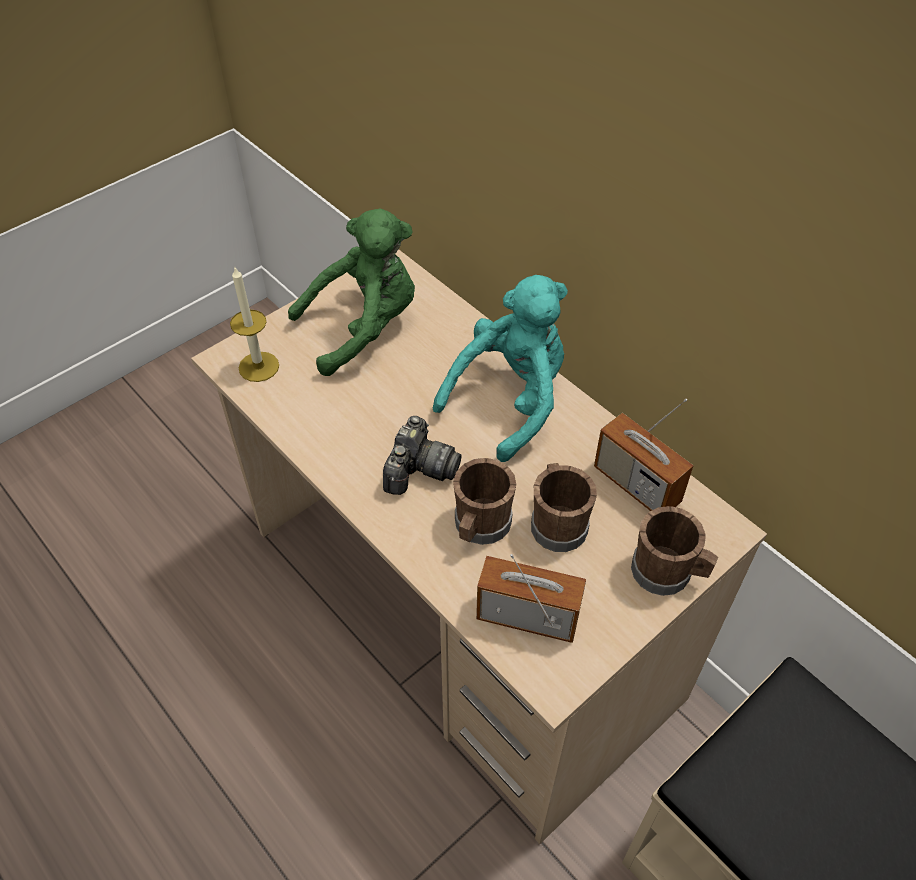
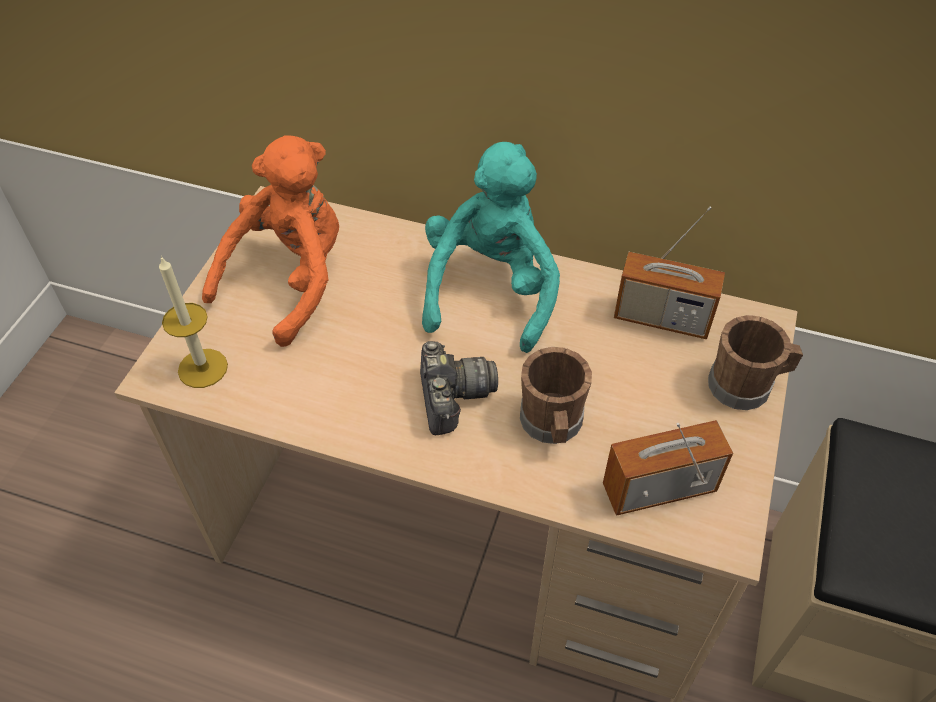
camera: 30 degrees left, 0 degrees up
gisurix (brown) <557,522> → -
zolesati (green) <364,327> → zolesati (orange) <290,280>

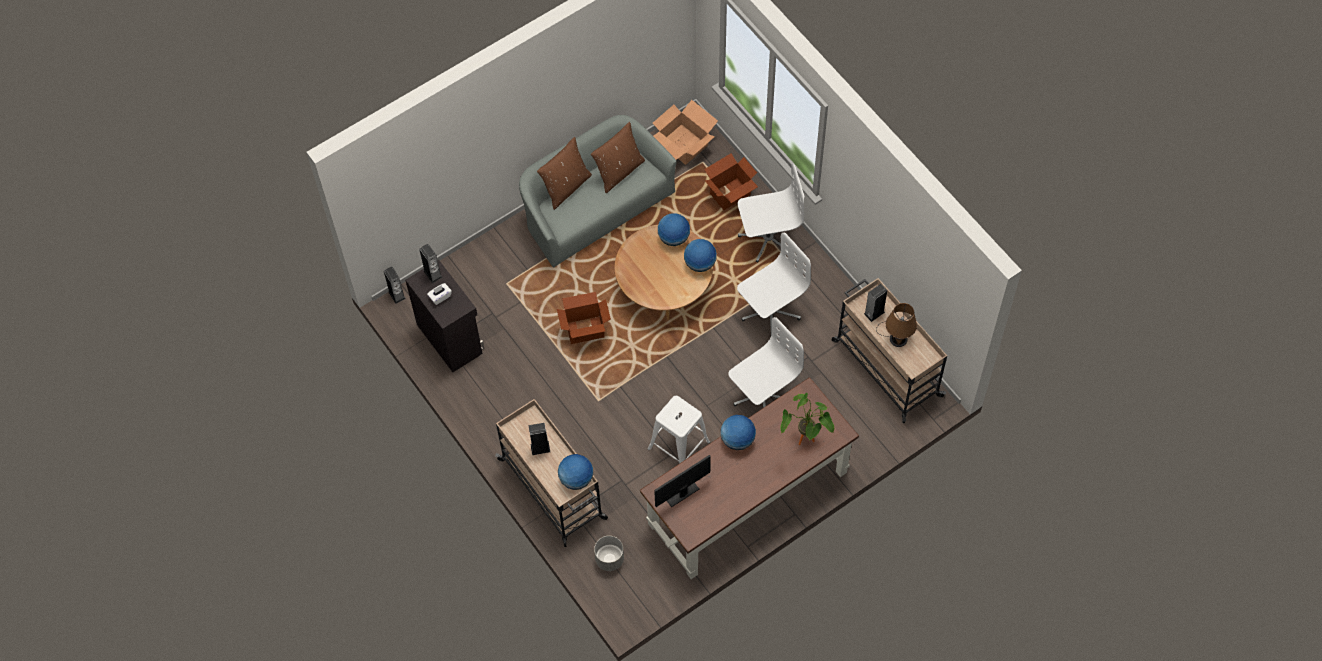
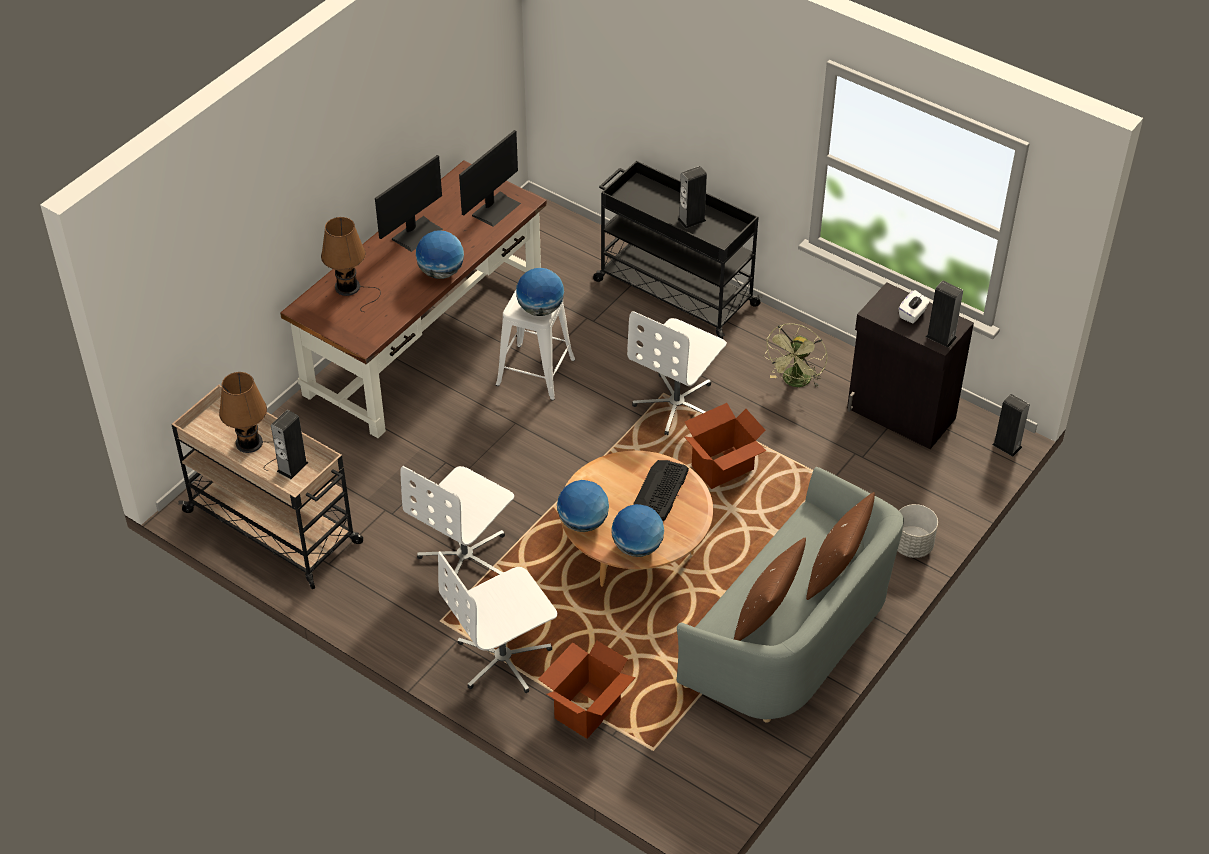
camera: 160 degrees right, 15 degrees down
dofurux <683,144> → -
- → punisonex <416,233>
- → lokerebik <660,491>
- → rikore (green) <795,382>
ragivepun <576,479> → ragivepun <540,309>, shifted
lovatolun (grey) <609,559> → lovatolun (grey) <912,546>, shifted
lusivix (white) <762,395> → lusivix (white) <677,404>, shifted
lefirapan <805,443> → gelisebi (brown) <350,288>
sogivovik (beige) <553,490> → sogivovik (black) <674,292>

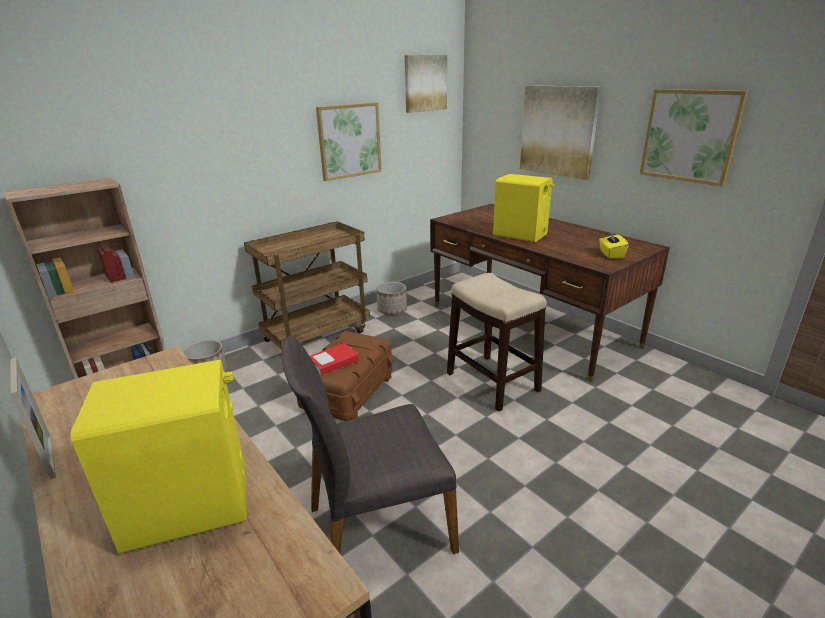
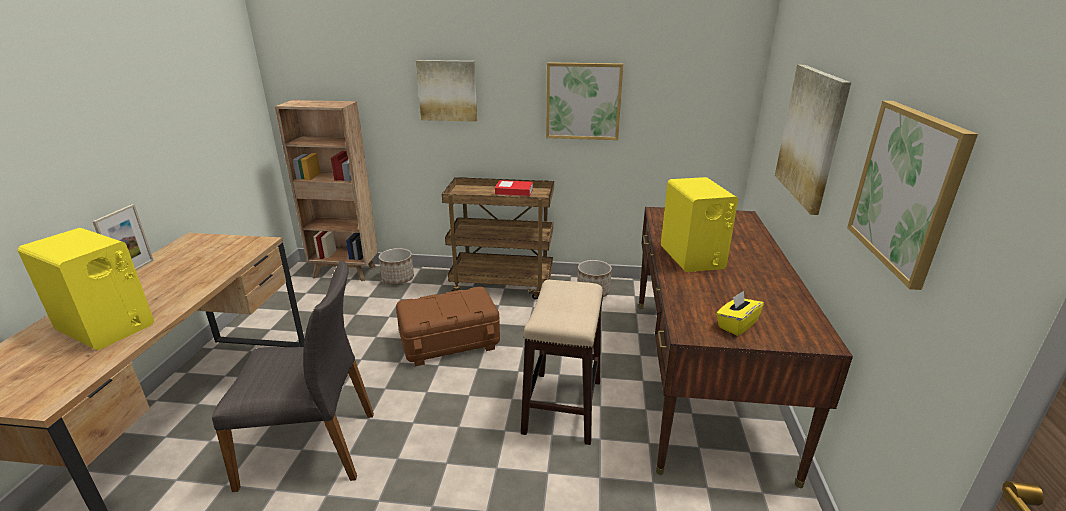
camera: 45 degrees right, 0 degrees up
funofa <333,363> → funofa <514,192>, shifted
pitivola <425,83> → pitivola <447,90>, shifted
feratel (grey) <378,527> → feratel (grey) <311,447>, 150 degrees clockwise

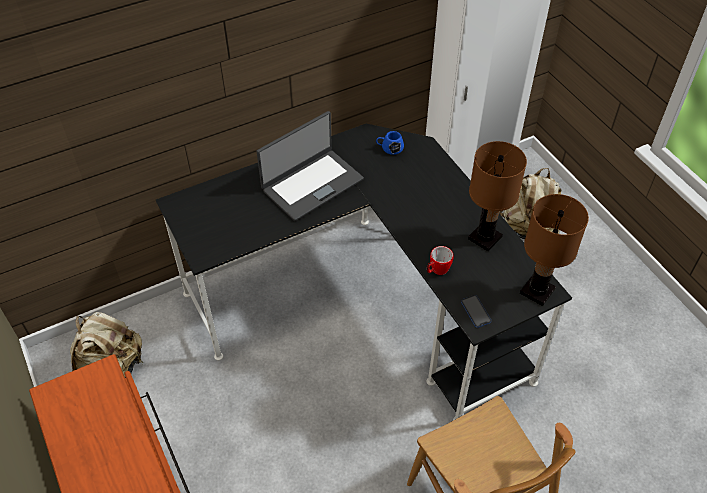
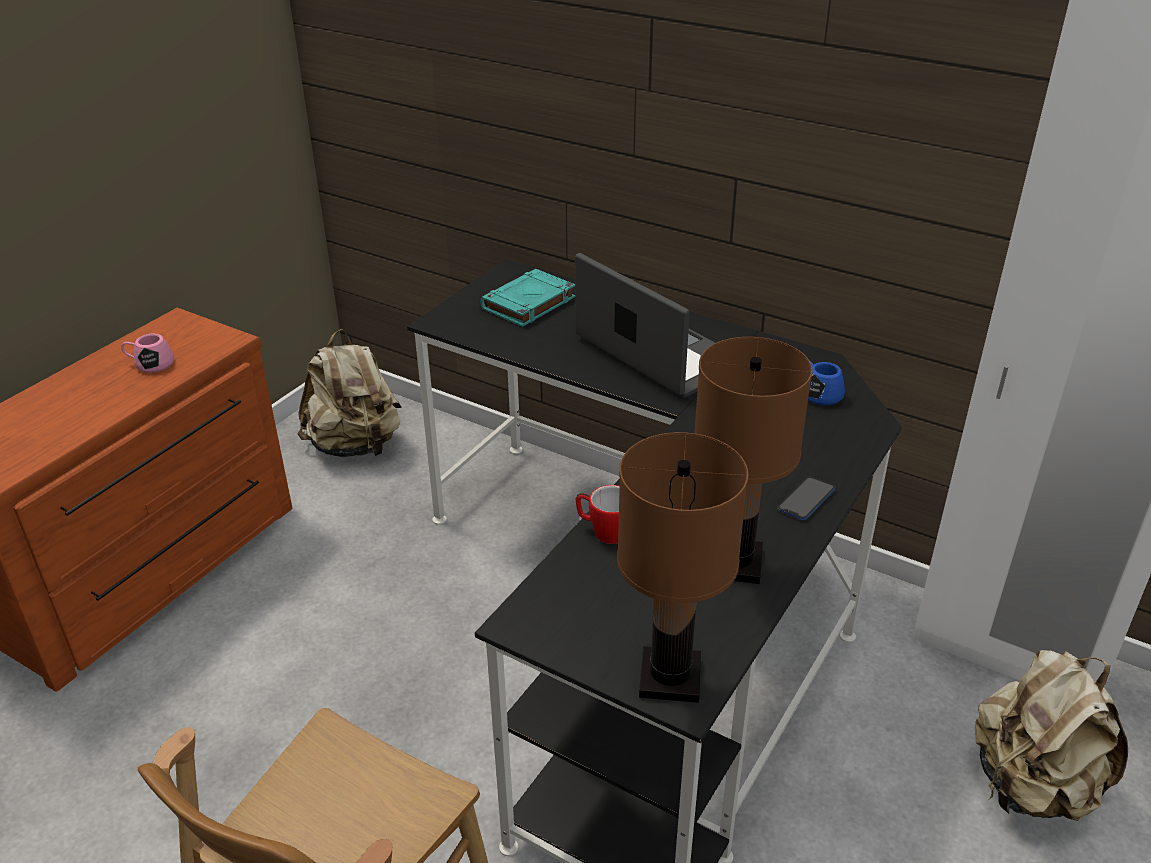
camera: 60 degrees right, 15 degrees down
- → gisurix (pink) <150,364>
- → funofa (turquoise) <528,304>
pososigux <475,312> → pososigux <806,500>, shifted
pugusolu <311,184> → pugusolu <658,353>, 150 degrees counterclockwise

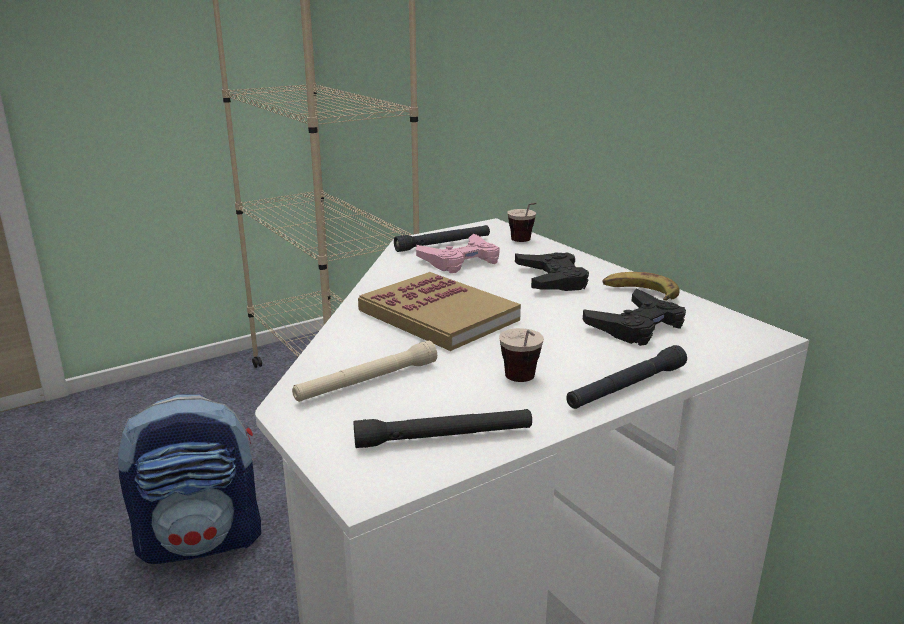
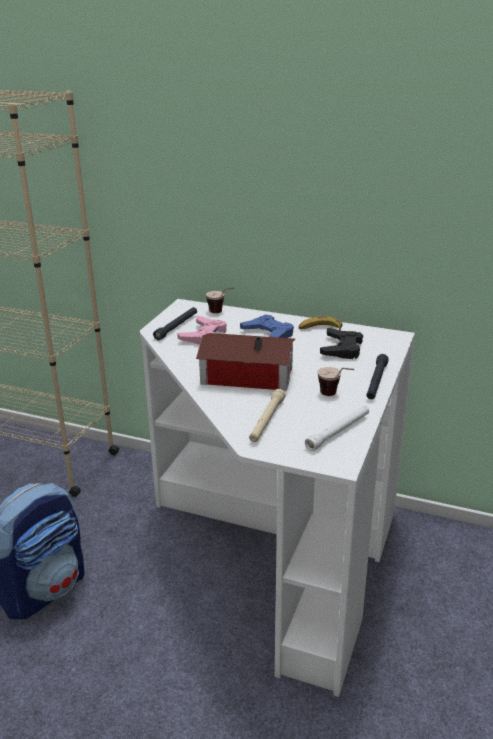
camera: 35 degrees left, 5 degrees up
funofa <438,316> → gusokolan <245,374>
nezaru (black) <444,437> → nezaru (white) <338,432>
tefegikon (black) <551,279> → tefegikon (blue) <268,333>

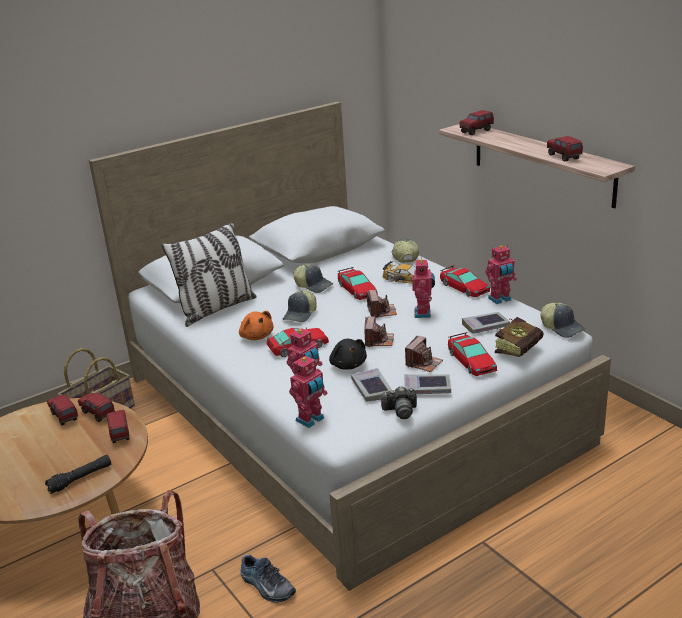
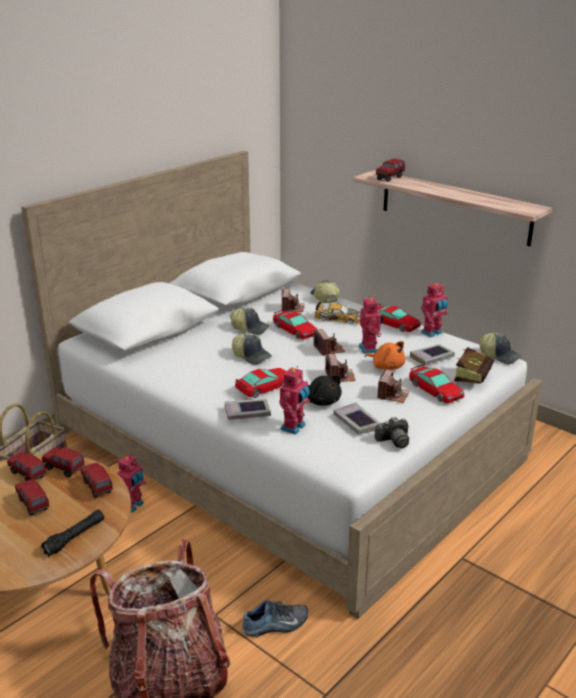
camera: 15 degrees left, 0 degrees up
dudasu <216,309> → -
- → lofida <292,308>
zolesati (orange) <256,336> → zolesati (orange) <386,367>, shifted
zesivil <311,420> → zesivil <133,505>, shifted
funofa <427,388> → funofa <247,413>, shifted
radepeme <563,157> → radepeme <33,505>, shifted
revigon <266,586> → revigon <276,625>, 45 degrees counterclockwise
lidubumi <301,314> → lidubumi <252,356>, 60 degrees counterclockwise

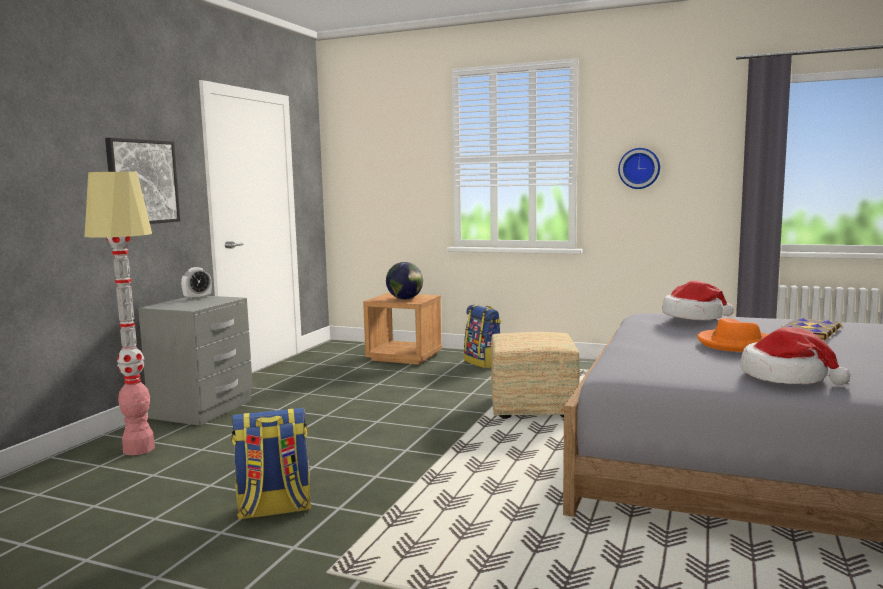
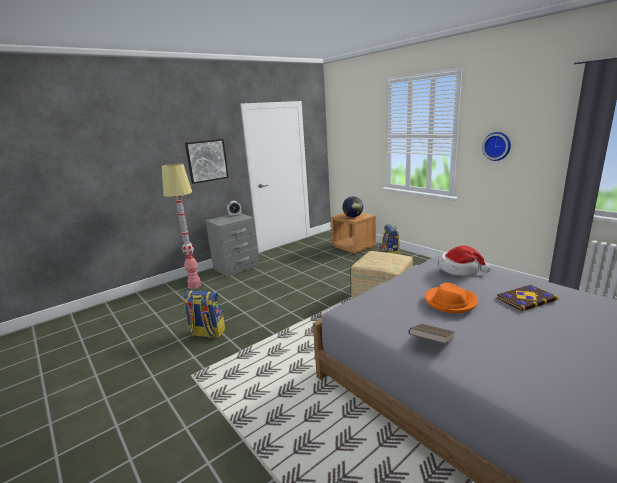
camera: 30 degrees right, 10 degrees up
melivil <786,377> → funofa (brown) <431,343>

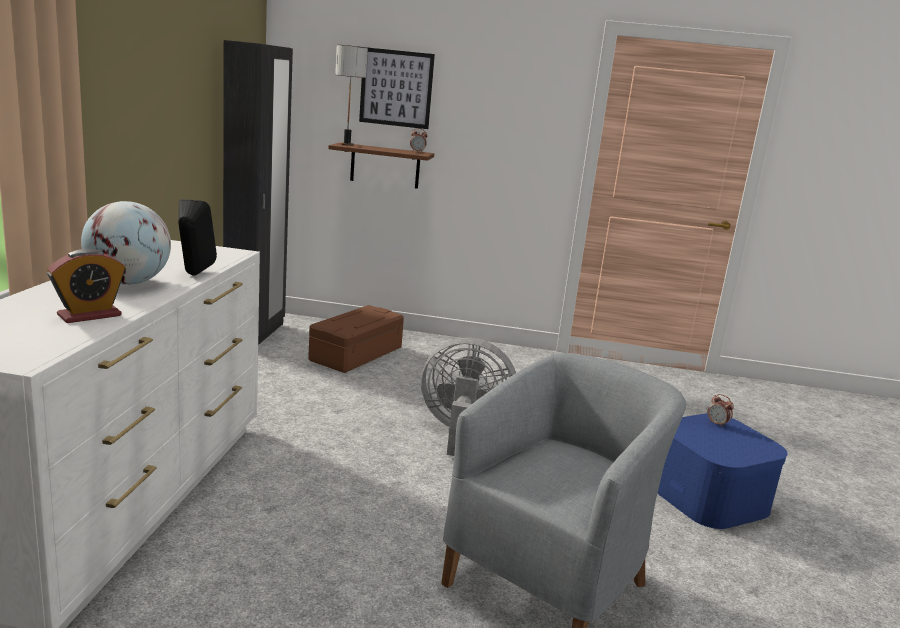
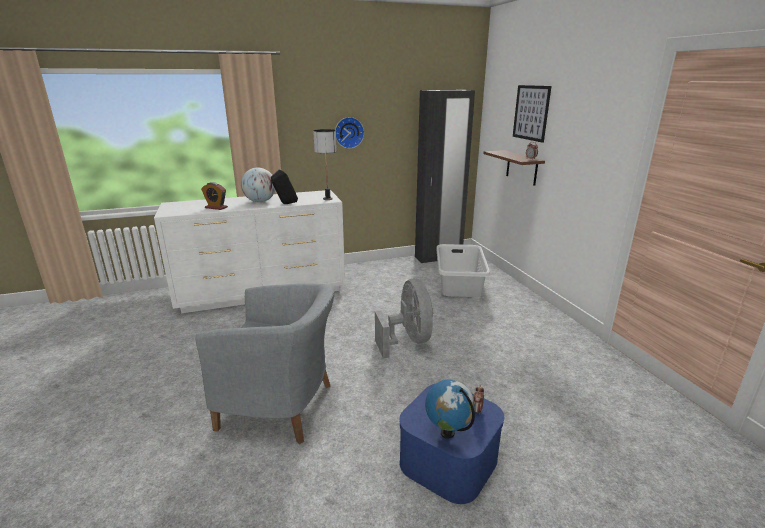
camera: 65 degrees right, 5 degrees up
- → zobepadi <348,132>
- → ragivepun <448,432>
gelisebi <347,144> → gelisebi <327,199>, shifted
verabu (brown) <355,354> → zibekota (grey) <460,283>

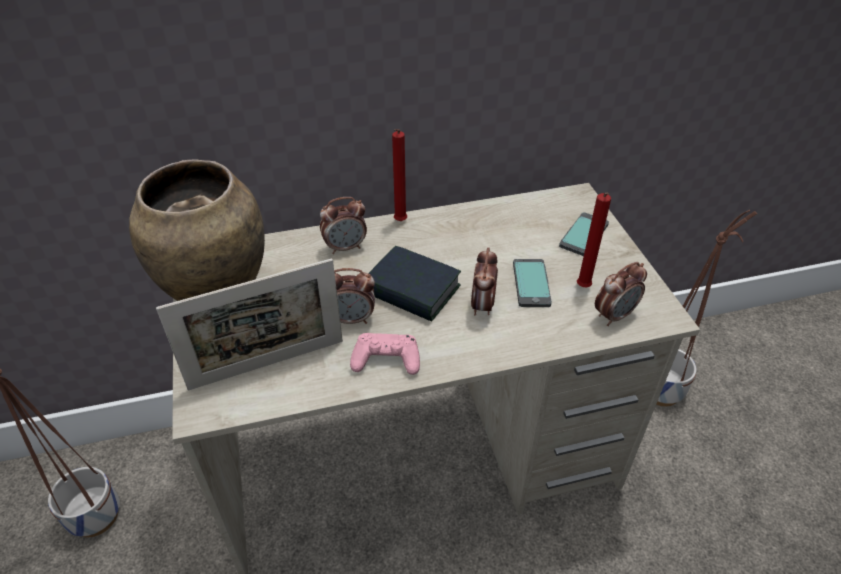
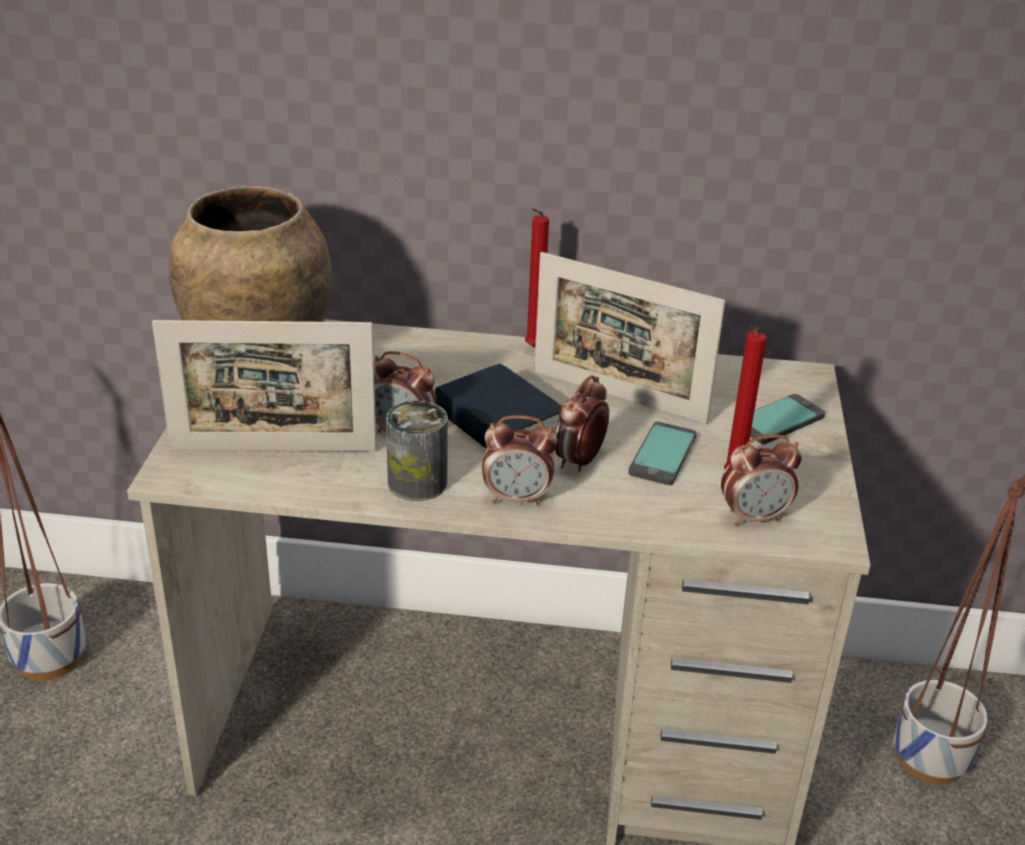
camera: 20 degrees right, 10 degrees down
- → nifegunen <618,397>
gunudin <345,247> → gunudin <517,498>, shifted
tefegikon (pink) <386,359> → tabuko <417,482>

